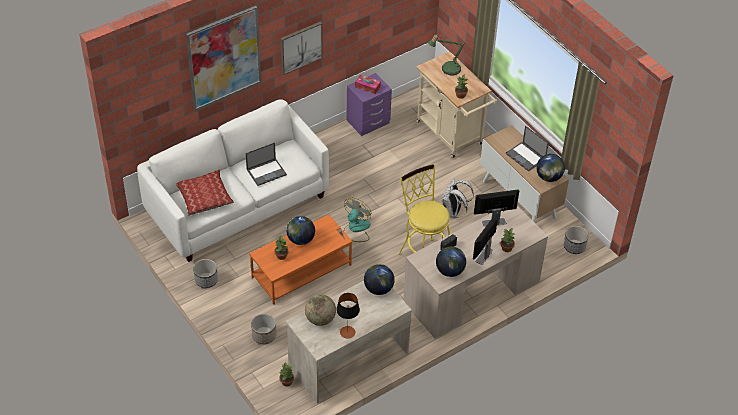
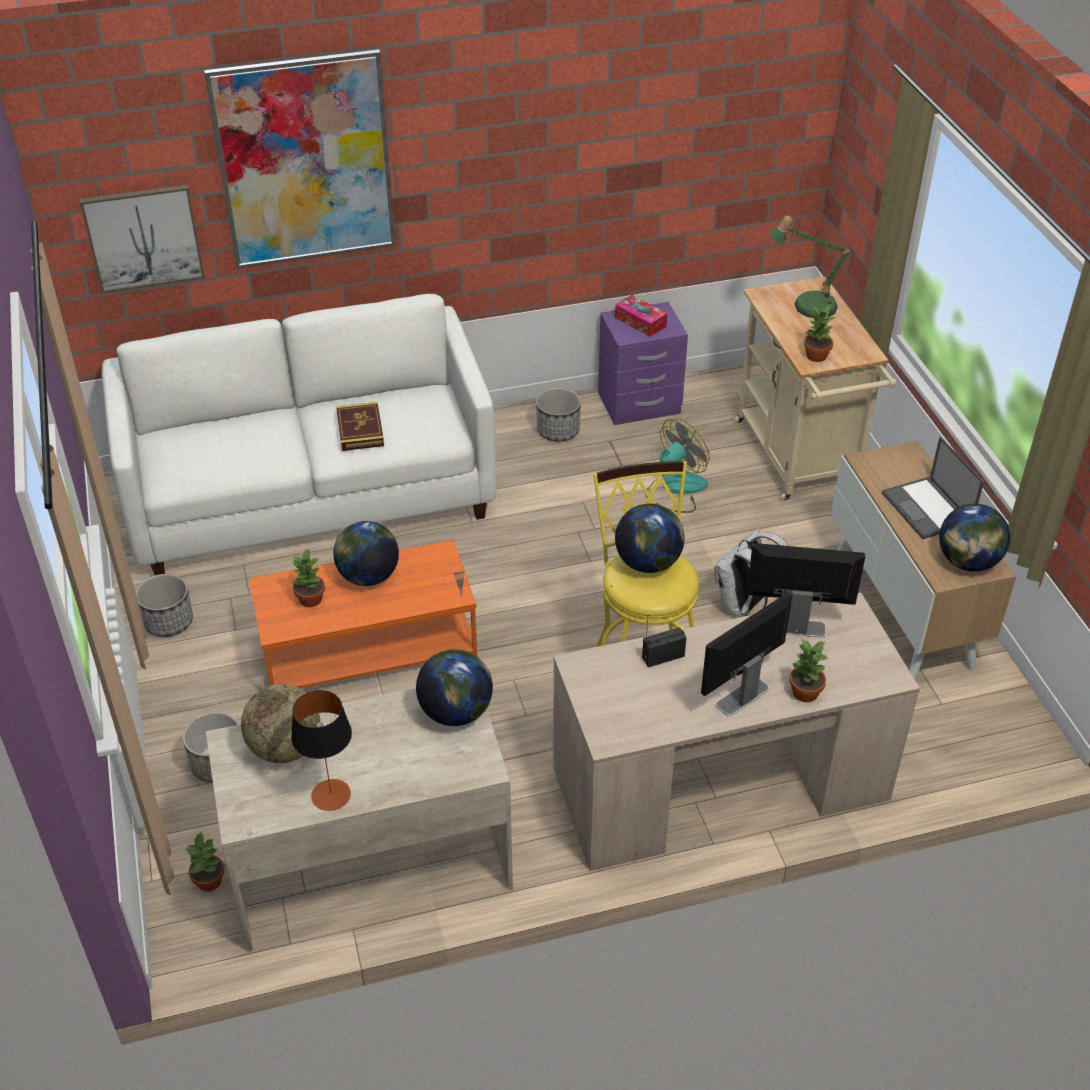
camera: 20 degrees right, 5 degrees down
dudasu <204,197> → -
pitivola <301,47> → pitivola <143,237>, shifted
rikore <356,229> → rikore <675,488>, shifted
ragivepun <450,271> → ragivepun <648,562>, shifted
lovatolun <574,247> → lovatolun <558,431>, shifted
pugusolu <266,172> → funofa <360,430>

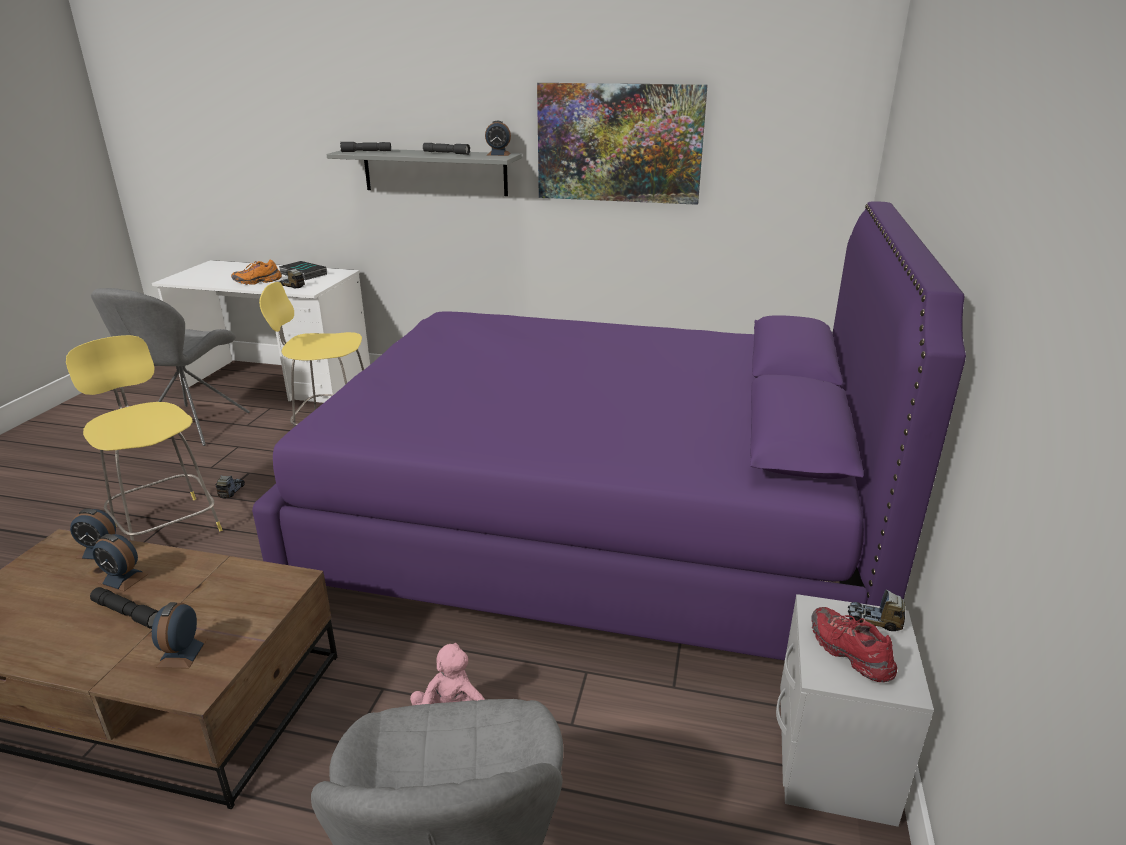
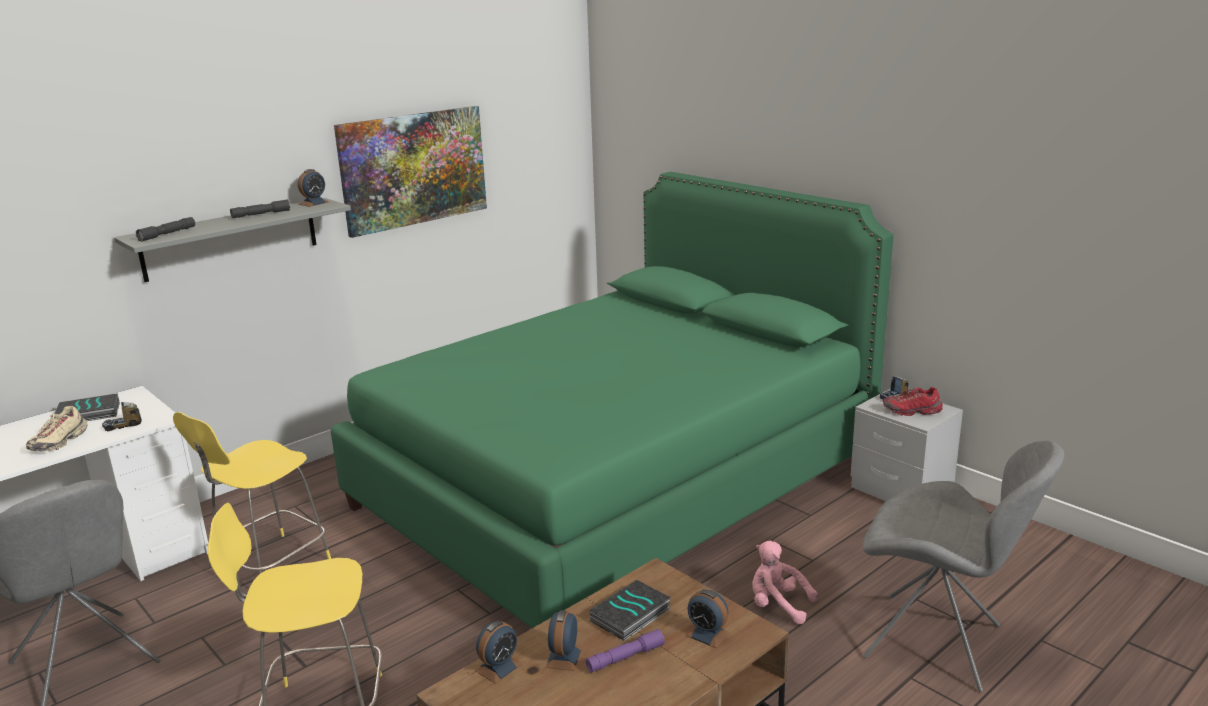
camera: 55 degrees left, 5 degrees down
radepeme <231,491> → -
- → funofa <631,616>
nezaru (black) <127,613> → nezaru (purple) <625,657>
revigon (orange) <258,282> → revigon (beige) <60,442>
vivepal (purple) <593,525> → vivepal (green) <615,484>
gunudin <123,578> → gunudin <564,657>, 135 degrees clockwise

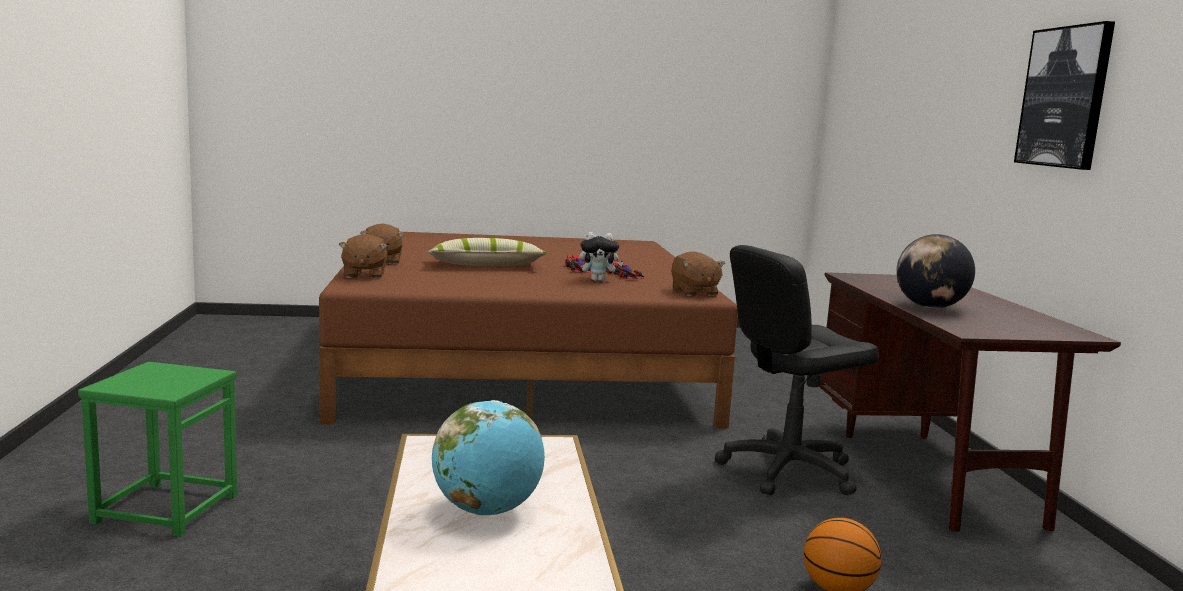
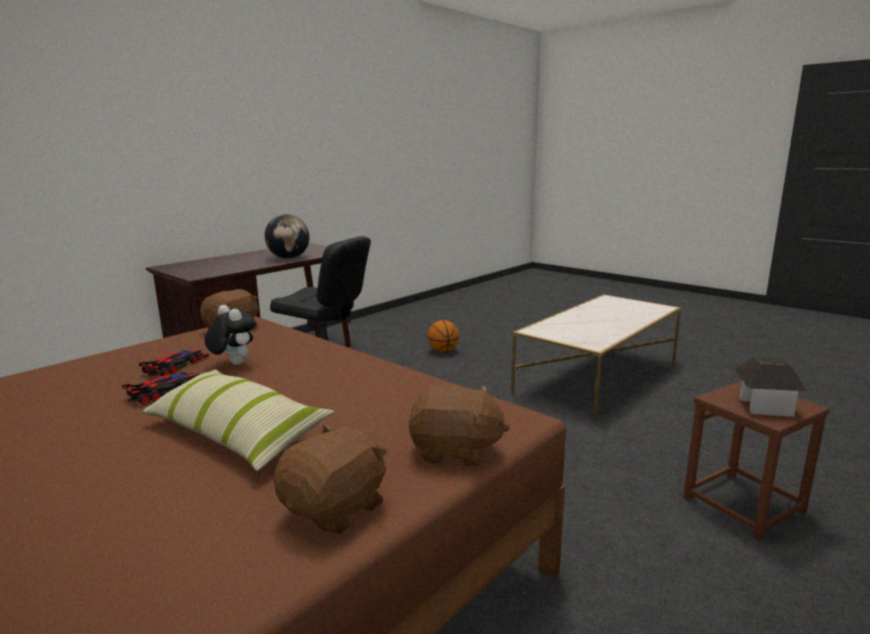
camera: 130 degrees left, 5 degrees up
ragivepun <487,511> → -
pitivola <1065,97> → -
- → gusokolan <764,406>
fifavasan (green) <165,508> → fifavasan (brown) <744,505>
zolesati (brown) <363,275> → zolesati (brown) <455,451>, 60 degrees clockwise

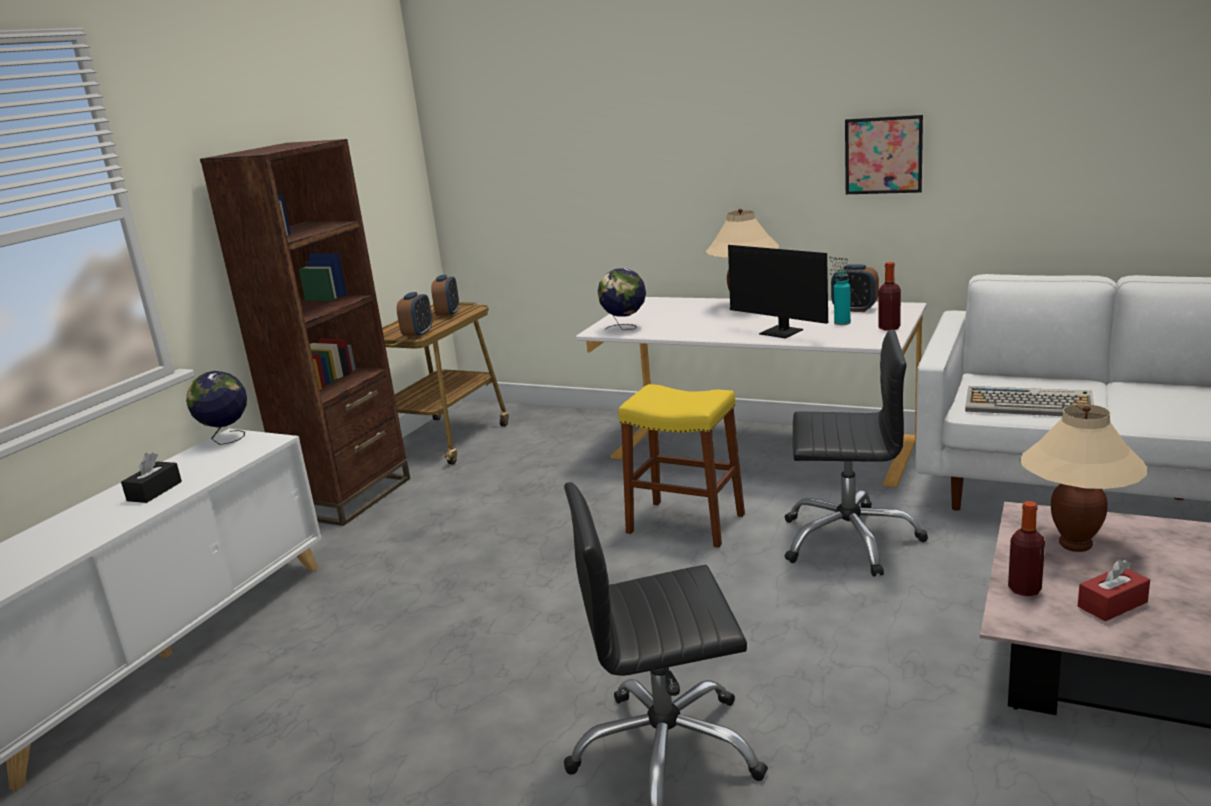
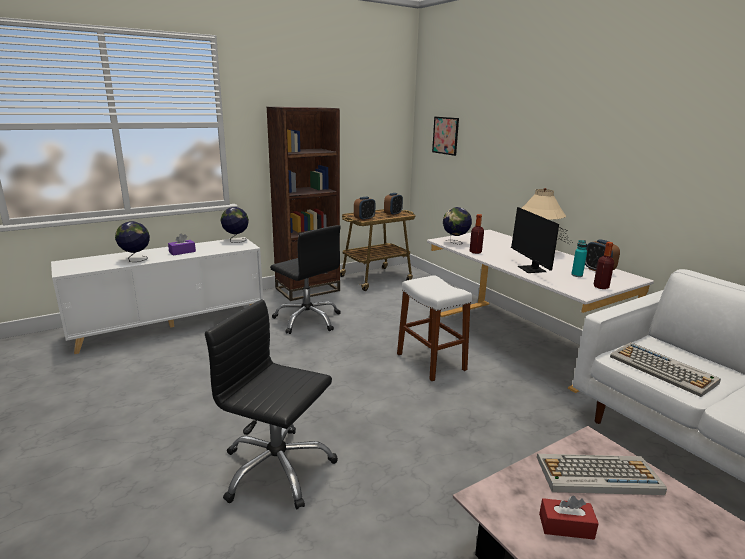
camera: 30 degrees right, 0 degrees up
- → ragivepun <136,260>
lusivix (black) <849,539> → lusivix (black) <308,320>, shifted
pitivola <883,155> → pitivola <445,135>, shifted
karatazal <1024,589> → karatazal <475,252>, shifted
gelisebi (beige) <1075,545> → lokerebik <597,475>
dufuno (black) <154,491> → dufuno (purple) <182,252>
fifavasan (yellow) <685,523> → fifavasan (white) <431,362>

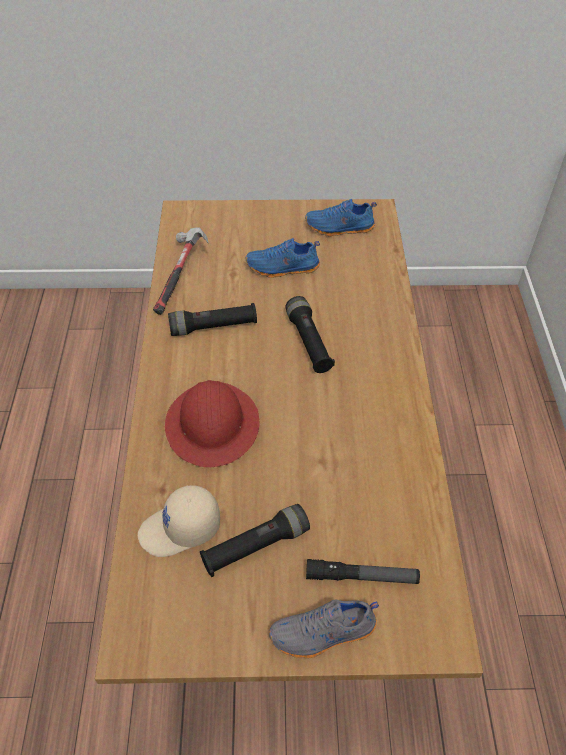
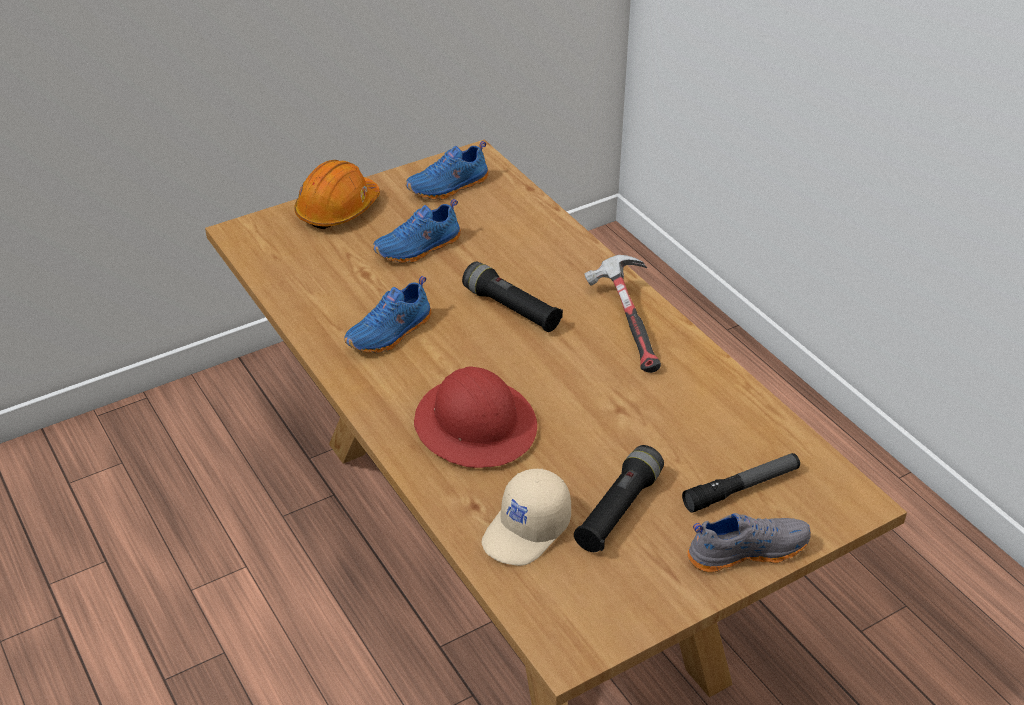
camera: 30 degrees left, 10 degrees down
- → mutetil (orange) <337,210>
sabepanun <180,276> → sabepanun <628,323>, shifted
nezaru (black) <213,327> → revigon (blue) <391,334>
revigon (grey) <323,634> → revigon (grey) <746,550>, 150 degrees counterclockwise

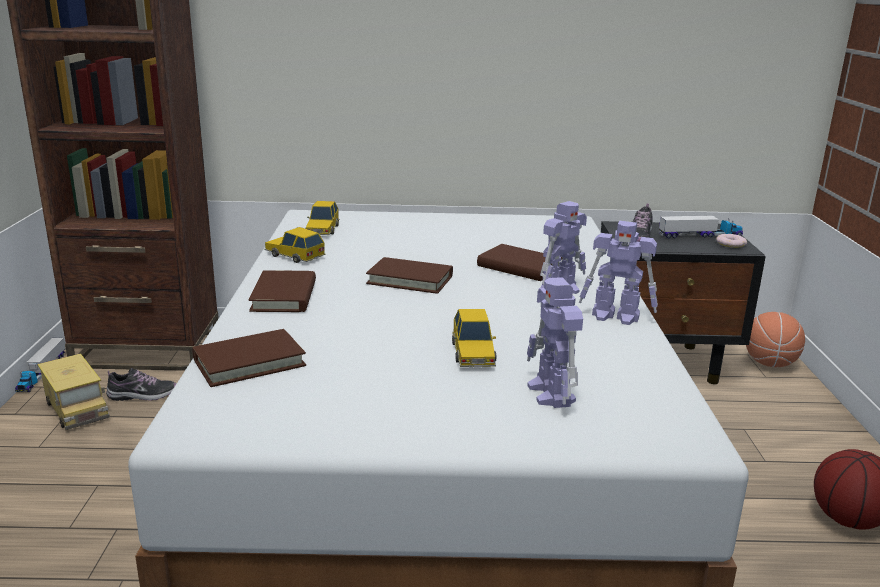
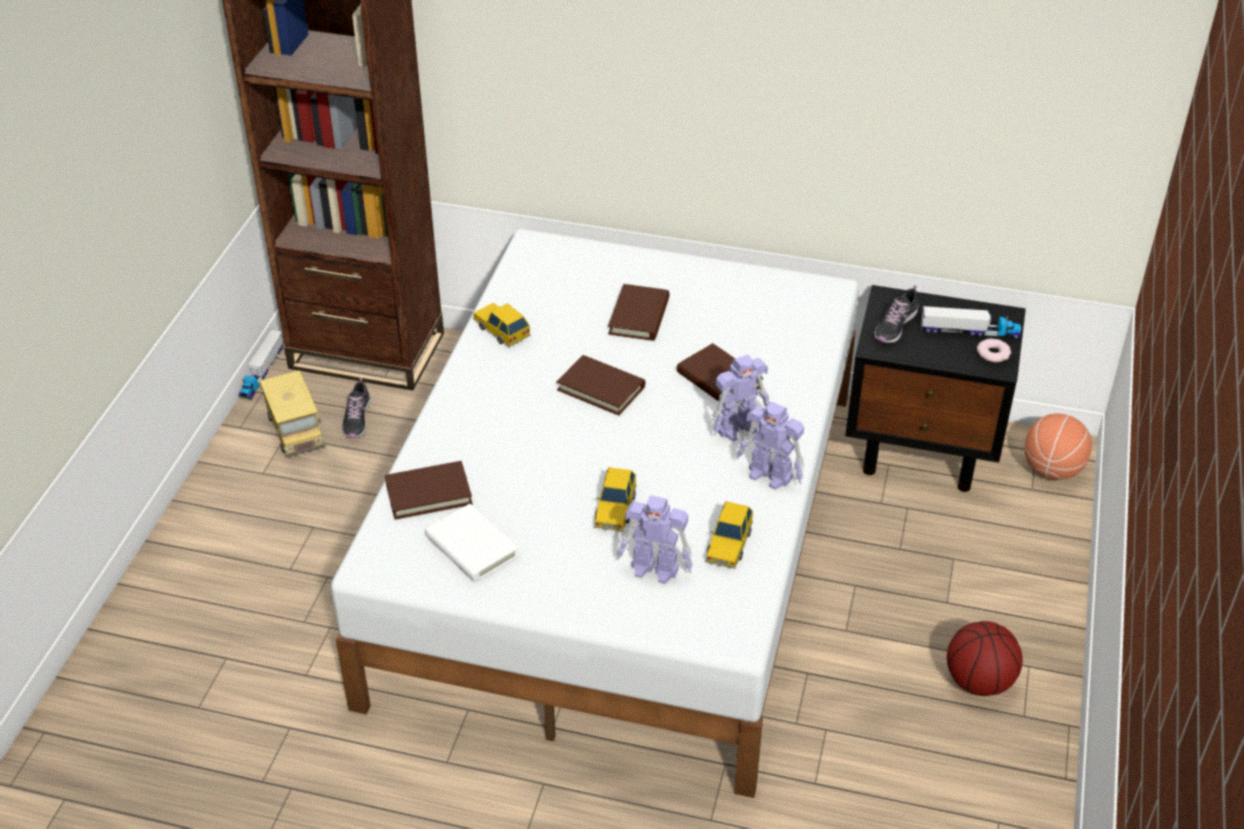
camera: 15 degrees right, 20 degrees up
- → funofa (white) <472,547>
funofa (brown) <284,296> → funofa (brown) <639,316>, shifted
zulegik <322,230> → zulegik <728,544>, shifted
revigon <142,395> → revigon <357,419>, 90 degrees clockwise
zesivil <551,394> → zesivil <655,569>, 75 degrees counterclockwise

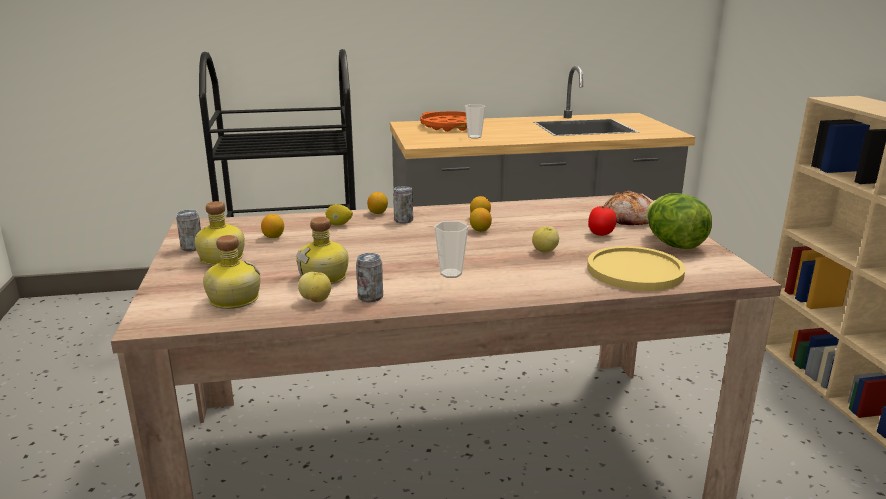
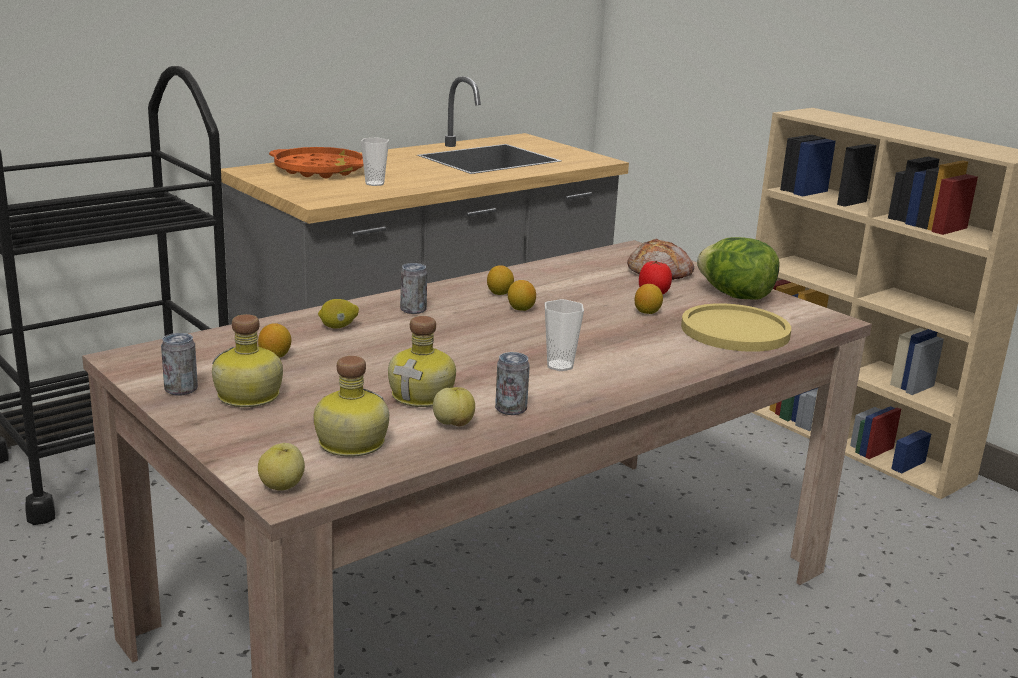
camera: 30 degrees left, 0 degrees up
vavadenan <378,213> → vavadenan <647,312>, shifted
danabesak <545,251> → danabesak <283,486>, shifted

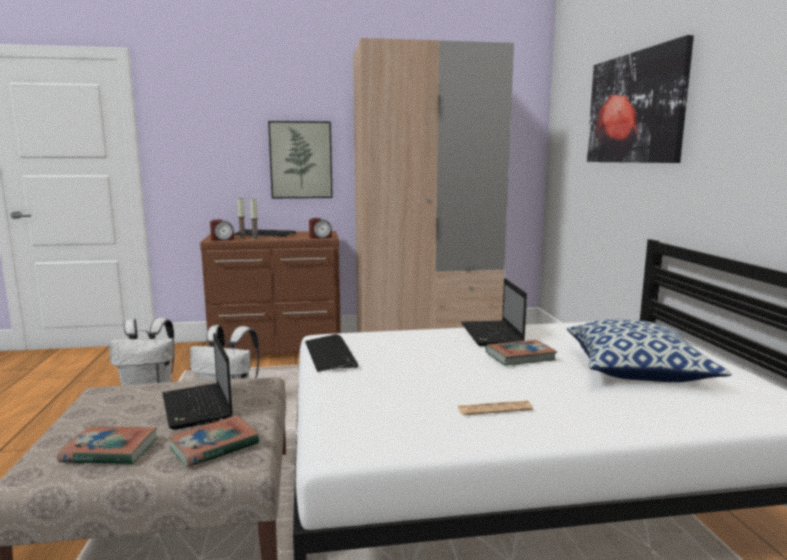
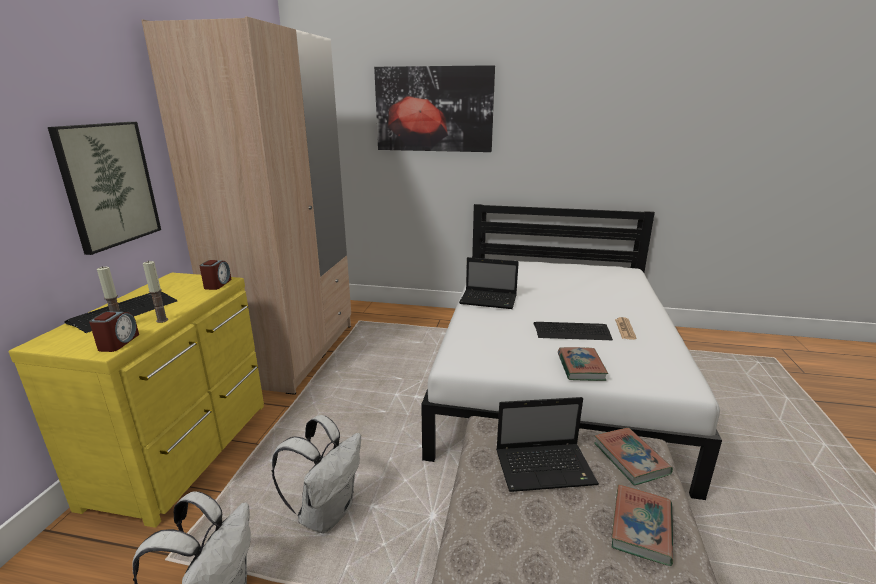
camera: 70 degrees left, 10 degrees up
dudasu <637,370> → -
lokerebik <330,354> → lokerebik <572,332>, shifted
funofa <520,356> → funofa <581,367>, shifted
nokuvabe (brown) <278,349> → nokuvabe (yellow) <186,451>

